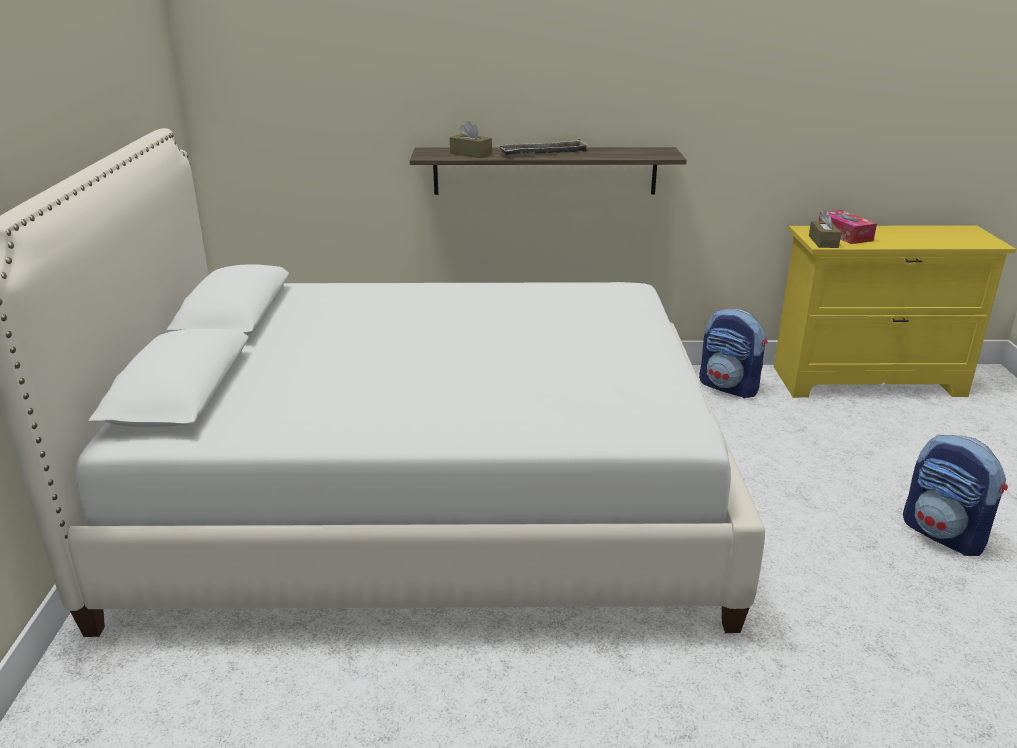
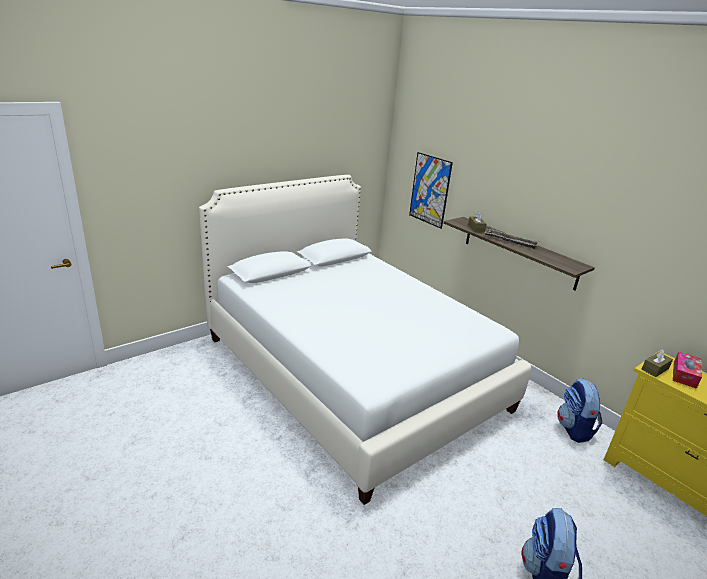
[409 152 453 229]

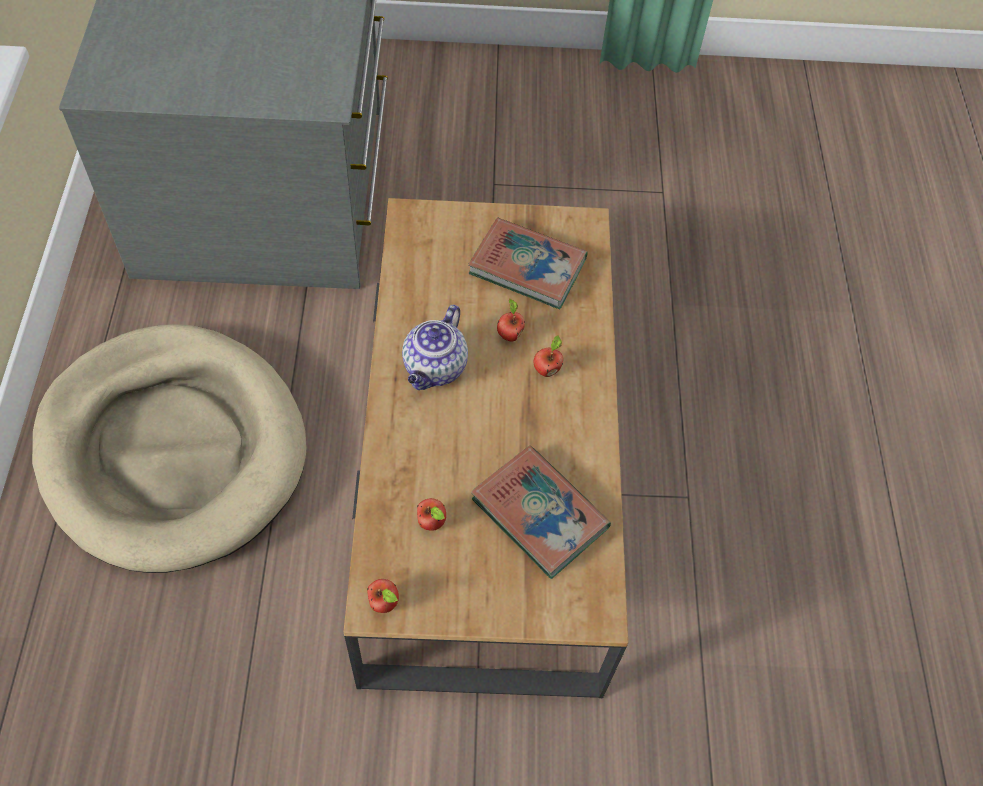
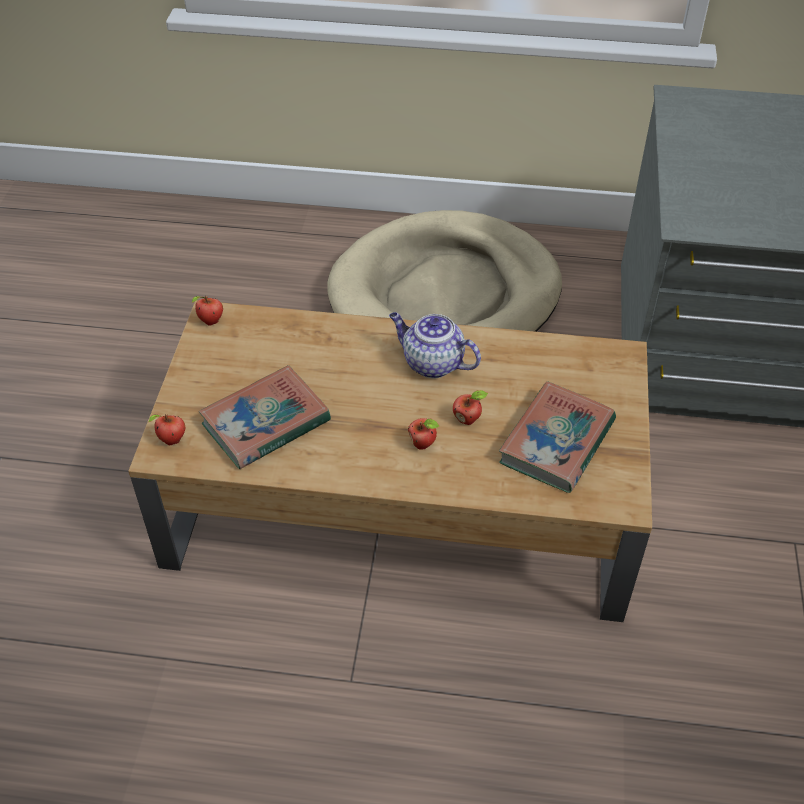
[149 414 185 445]

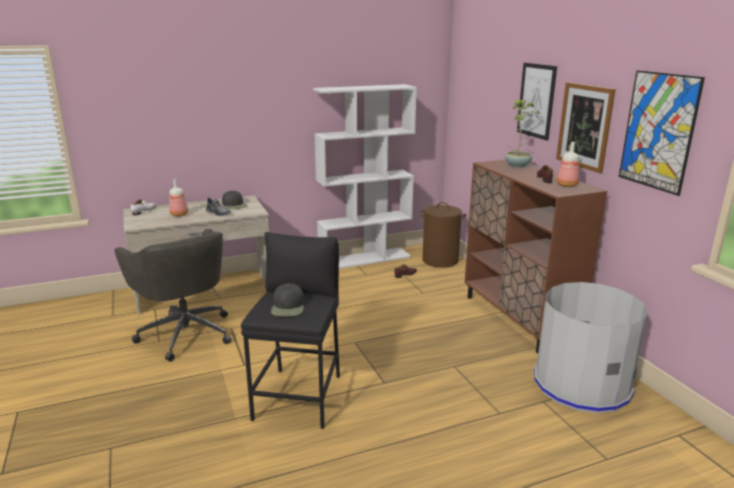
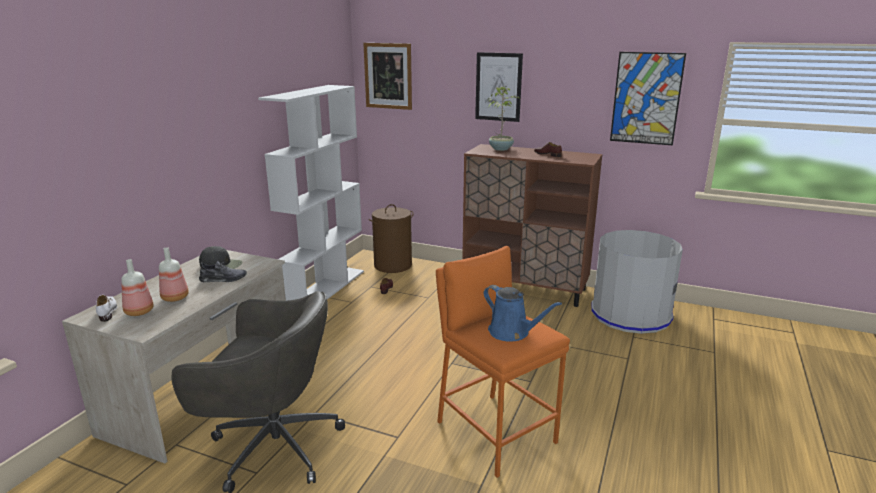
[436 246 570 478]
[483 285 562 342]
[363 43 412 110]
[121 259 154 316]

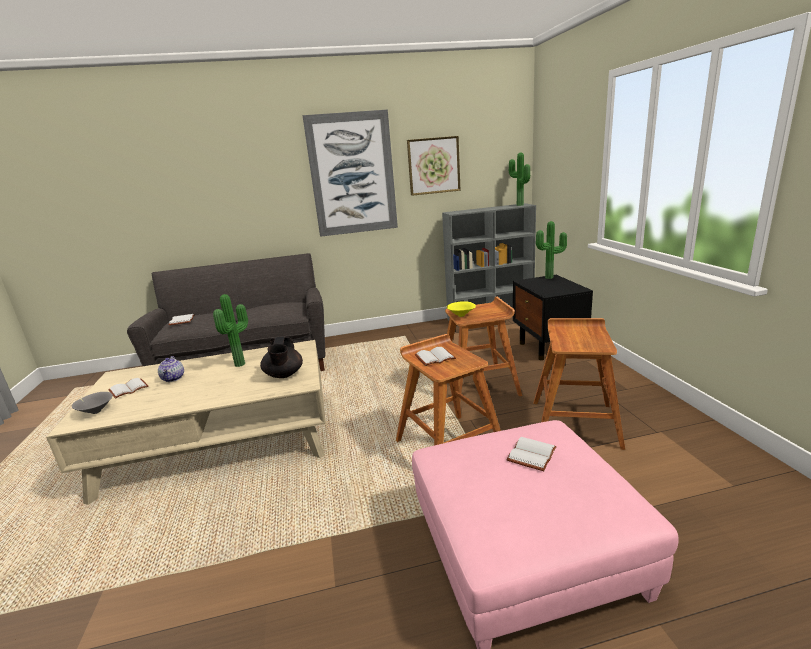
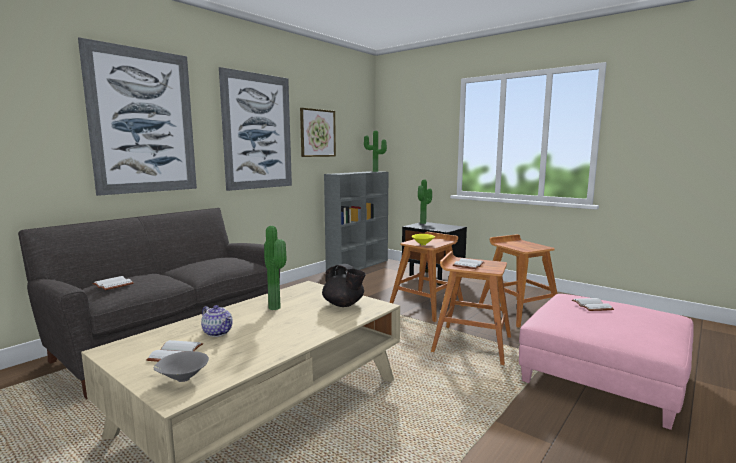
[78 37 197 196]

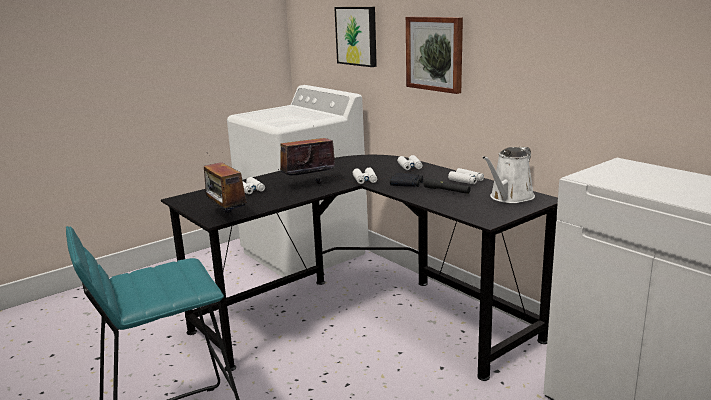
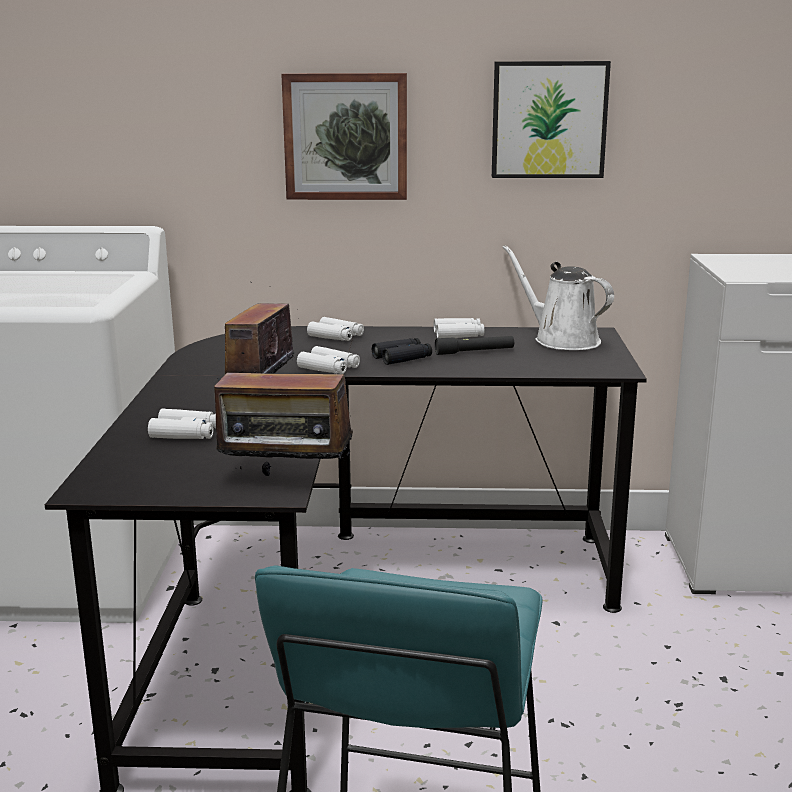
[492 61 611 178]
[502 245 614 350]

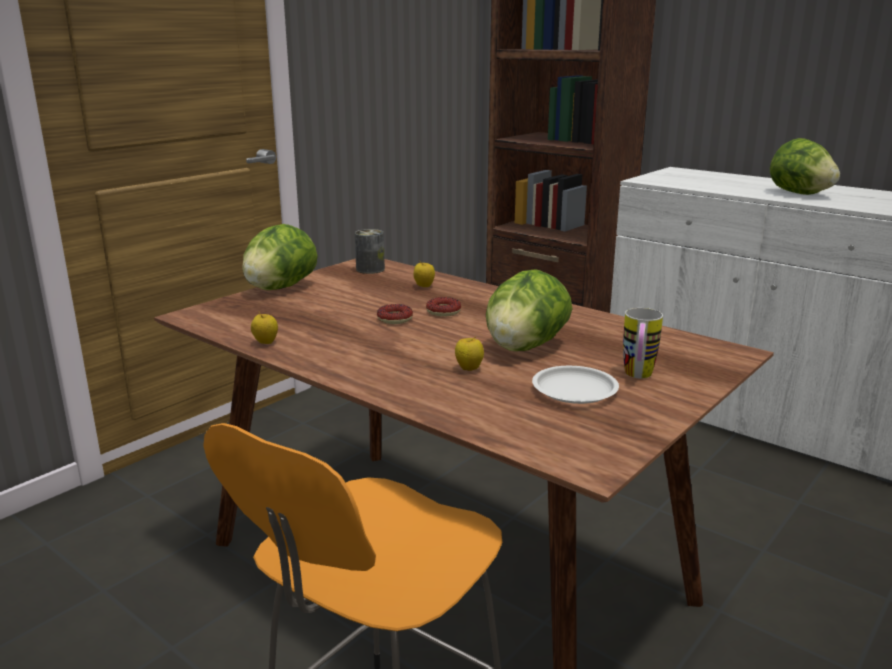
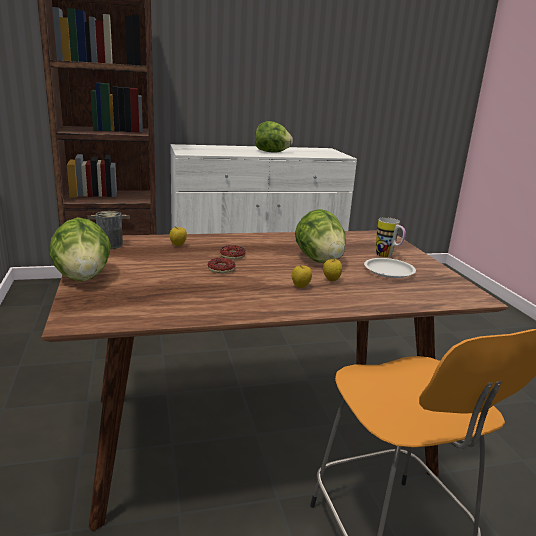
[292 265 312 288]

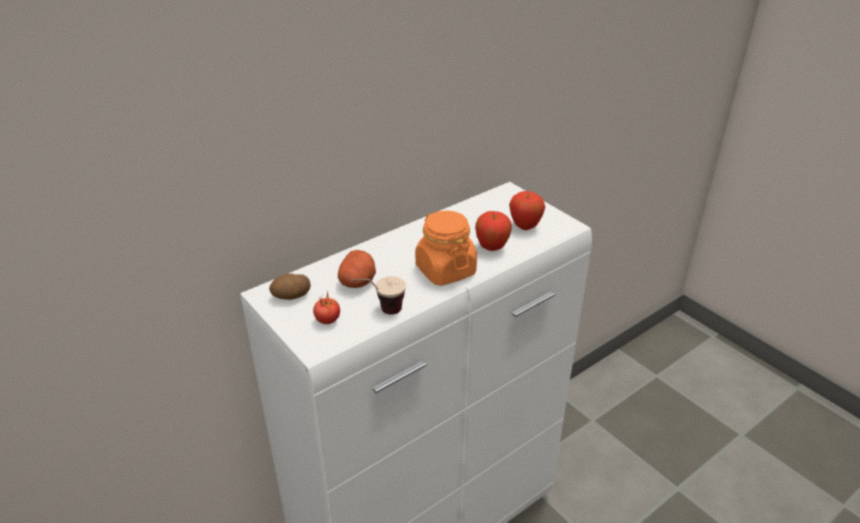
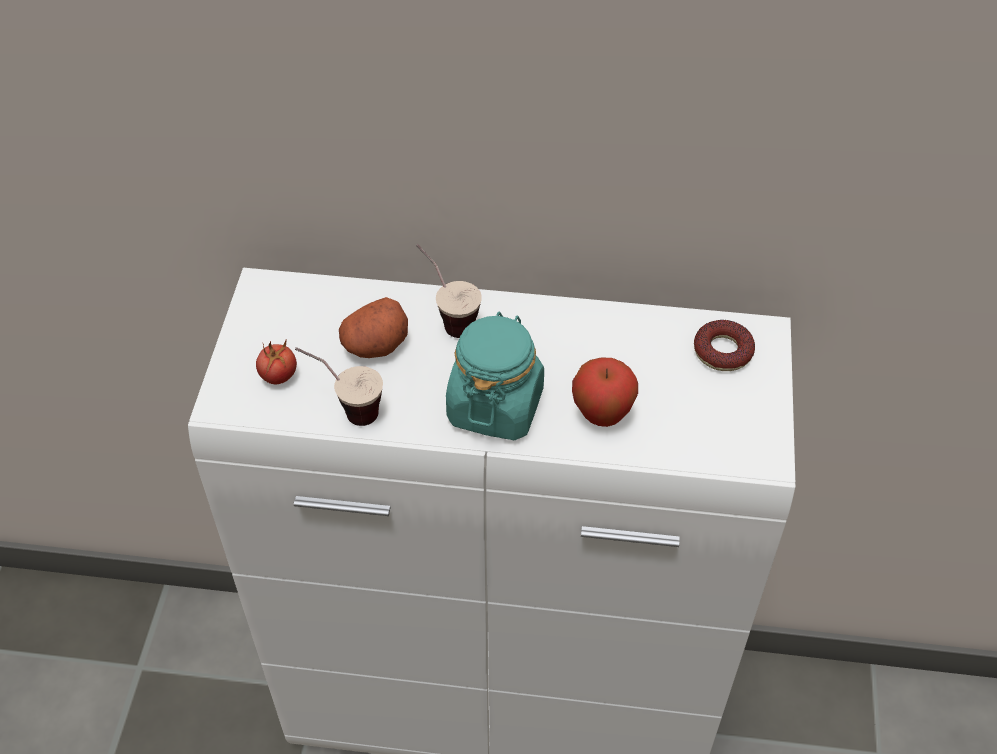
[269 274 311 300] (first image)
[446 311 544 440]
[509 191 545 230] (first image)
[416 244 482 338]
[694 320 755 371]

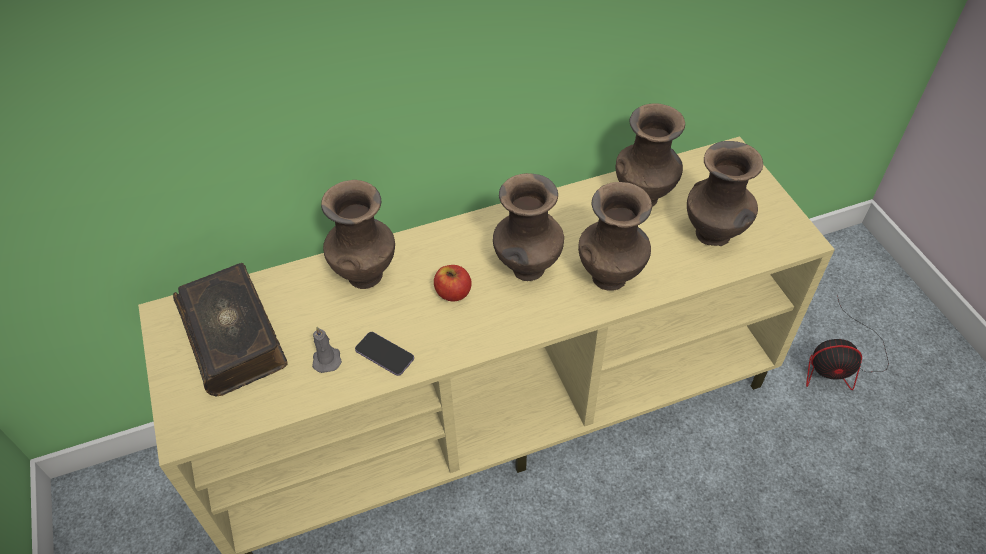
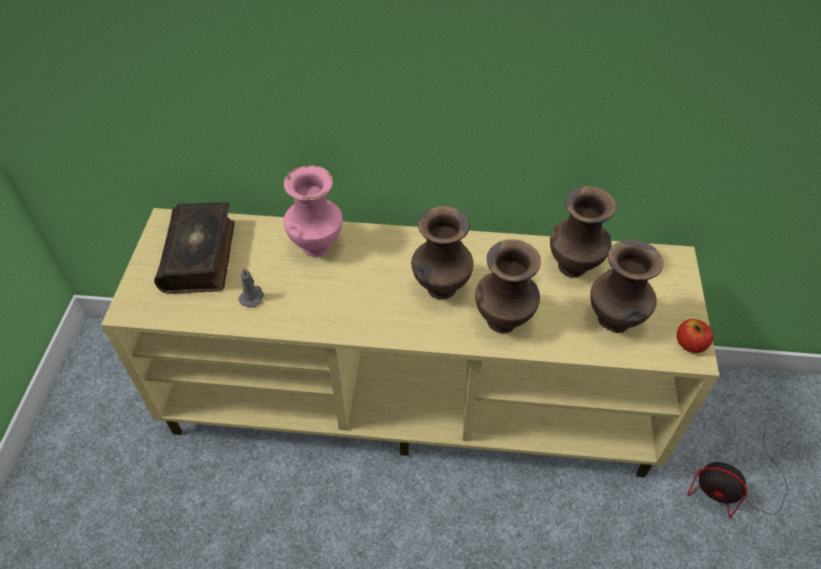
[283 165 343 257]
[355 332 414 376] (first image)
[677 319 713 353]

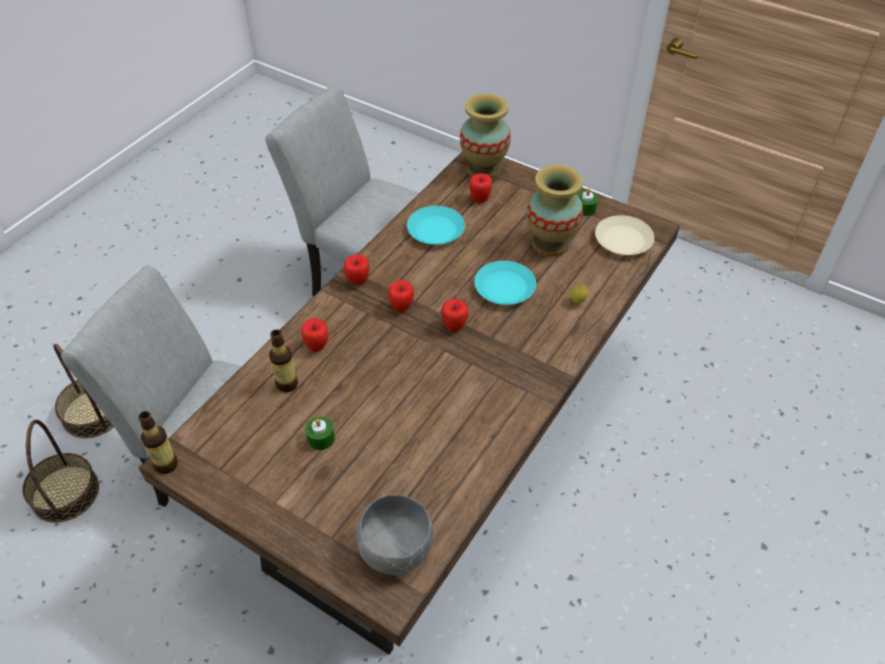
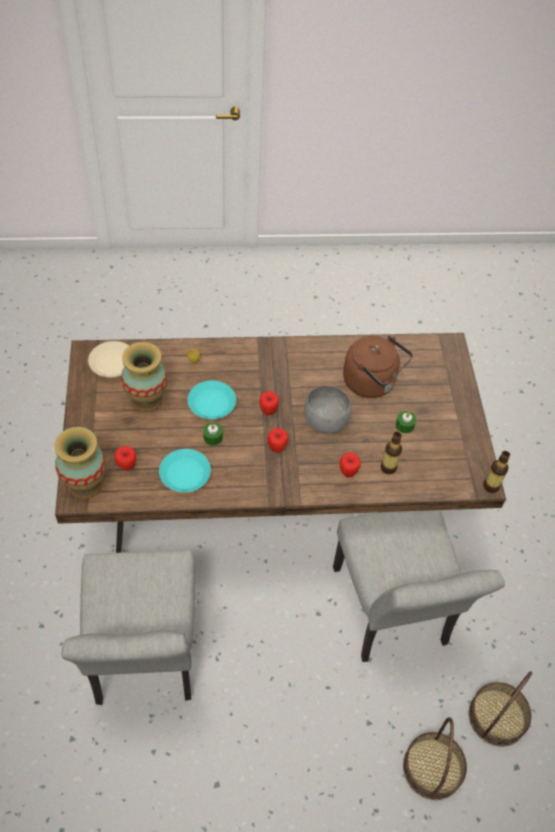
[344 254 369 285] (first image)
[304 385 352 433]
[203 422 223 445]
[343 336 413 398]

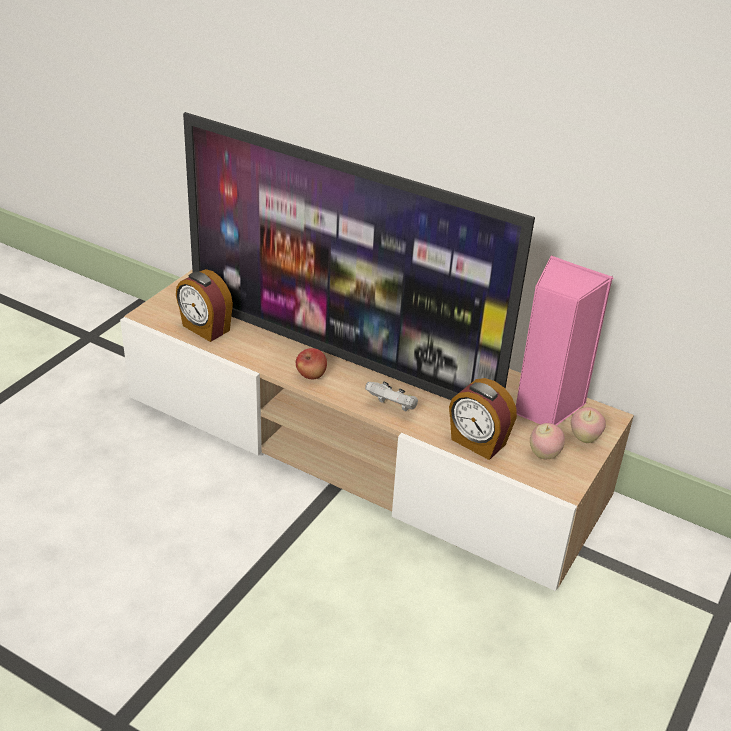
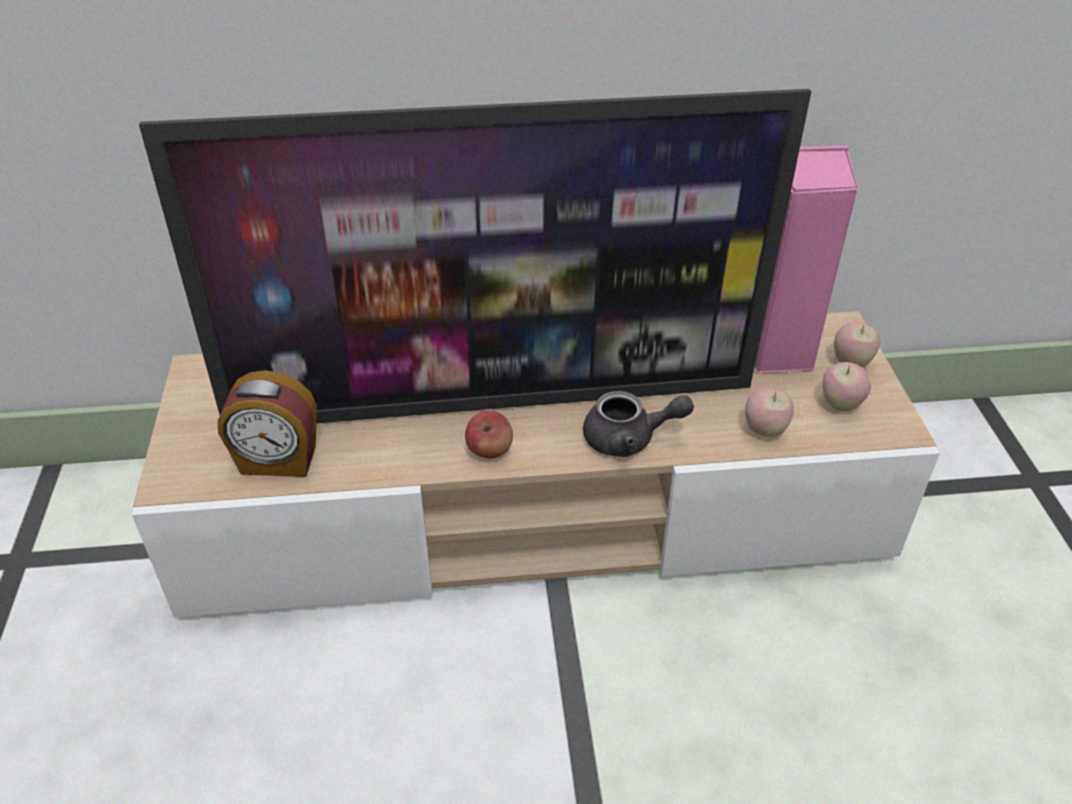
[583 391 694 457]
[745 387 794 437]

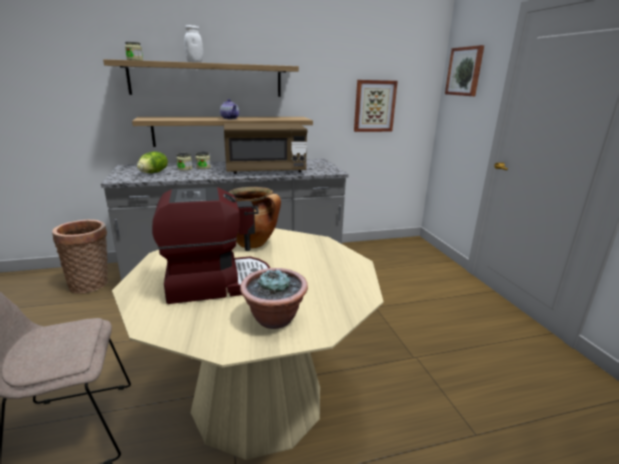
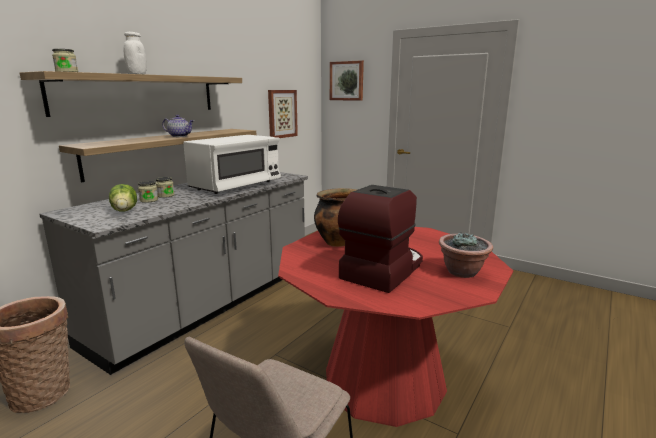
[278 227 513 427]
[183 135 281 194]

